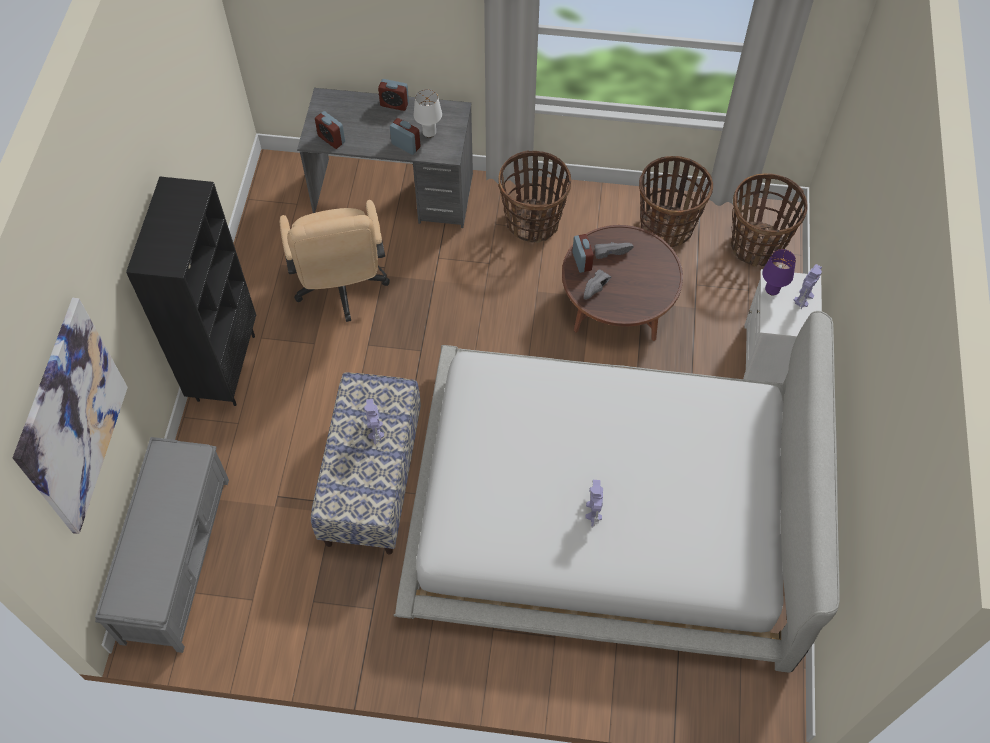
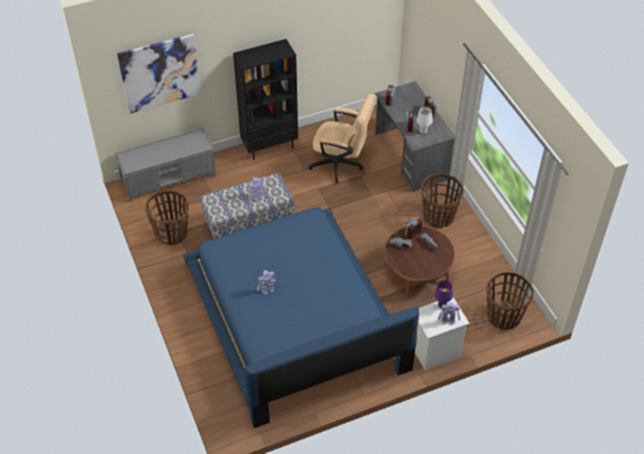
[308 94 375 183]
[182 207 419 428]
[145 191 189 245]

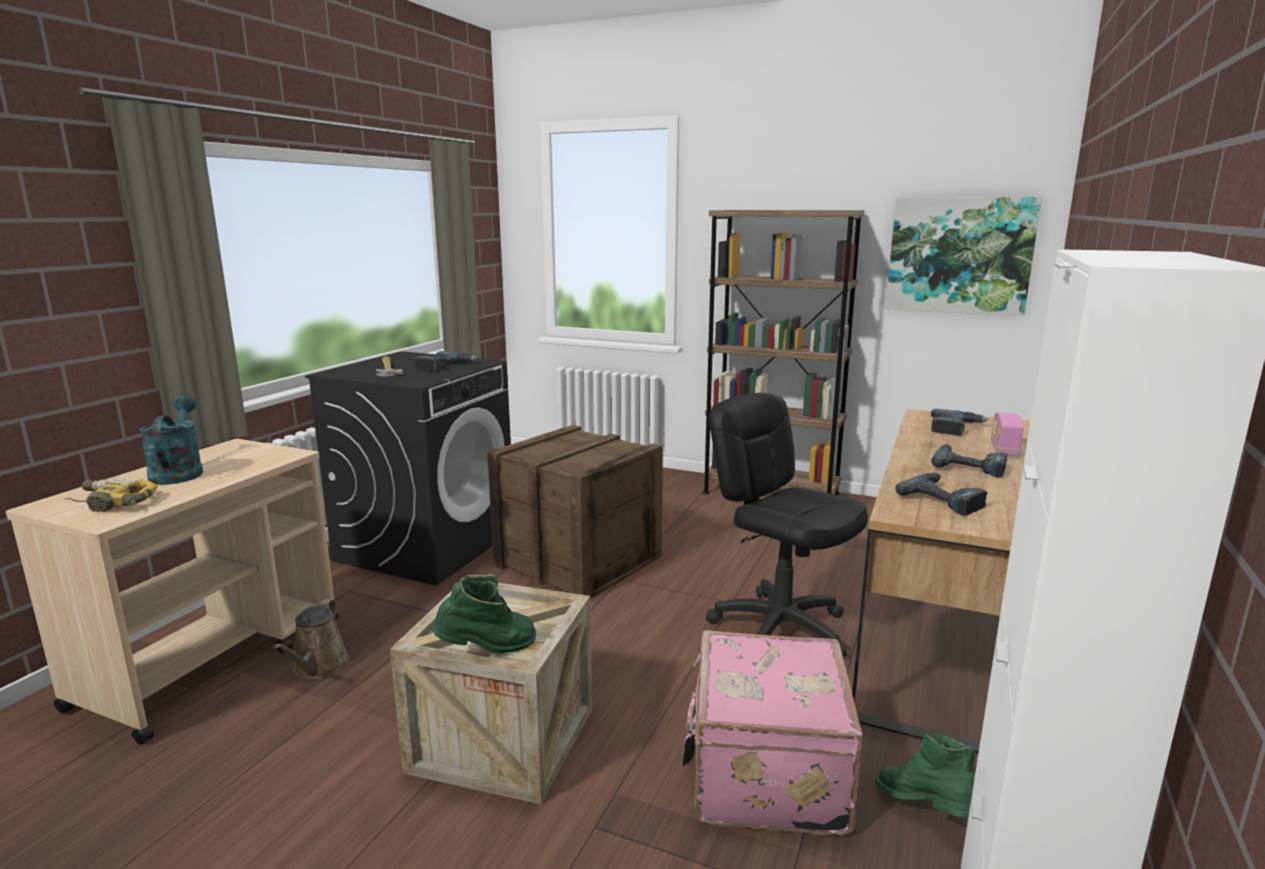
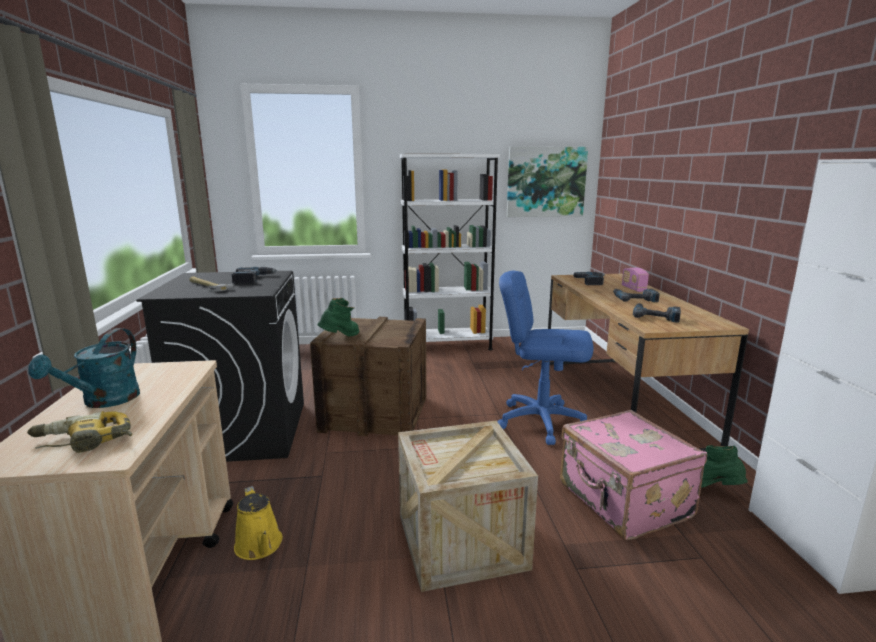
[28 328 140 408]
[234 486 283 560]
[317 298 359 336]
[400 153 500 350]
[497 271 593 445]

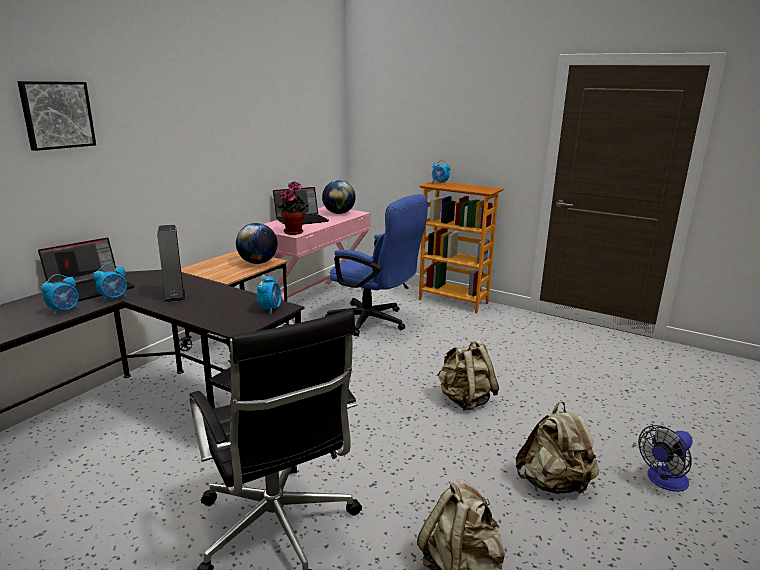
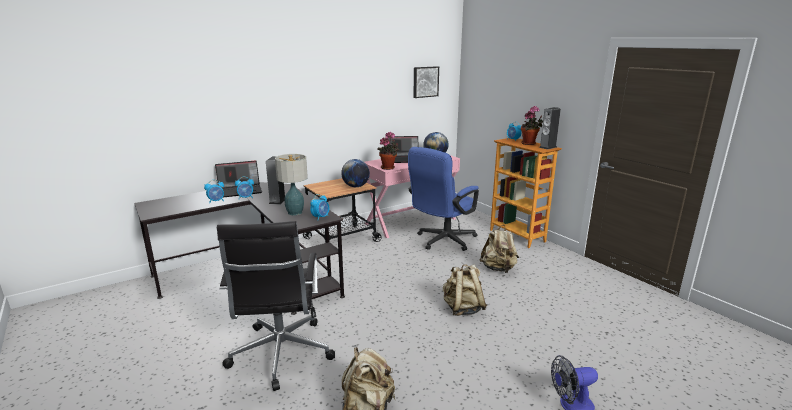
[413 66 439 98]
[408 147 479 251]
[479 225 519 273]
[275 154 308 216]
[521 106 543 145]
[539 107 561 150]

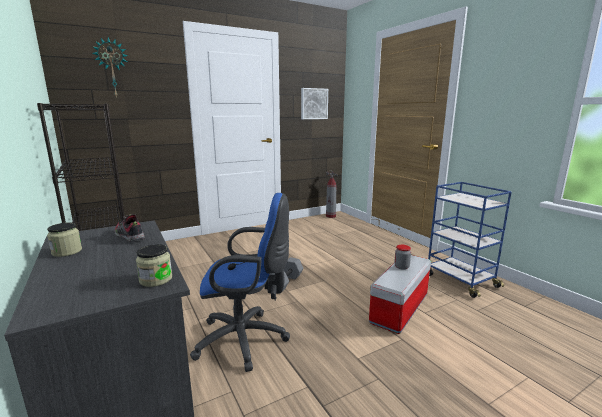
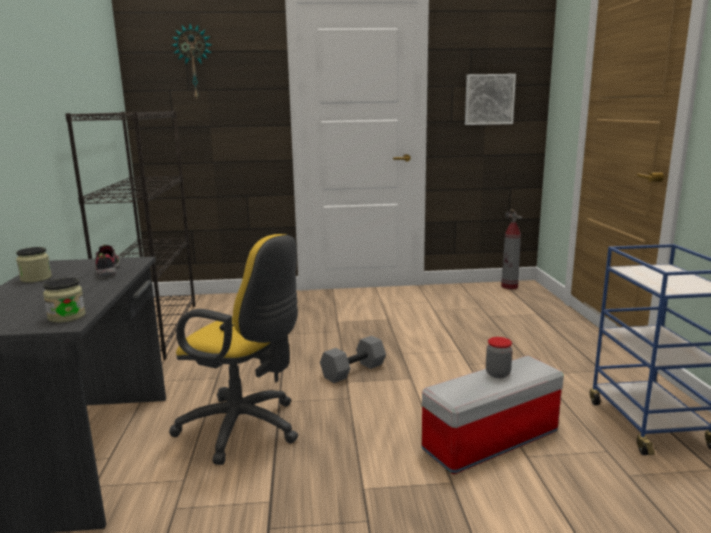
[169 234 298 465]

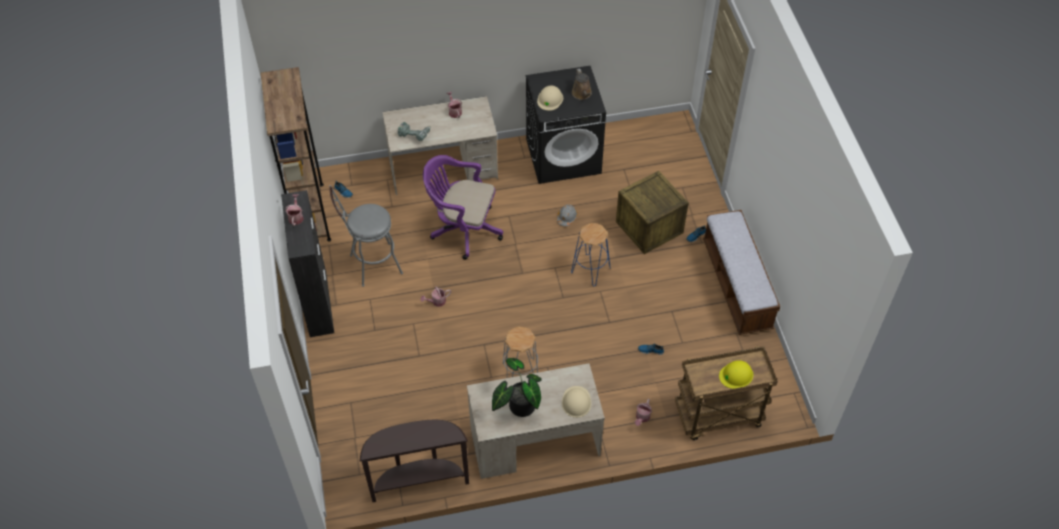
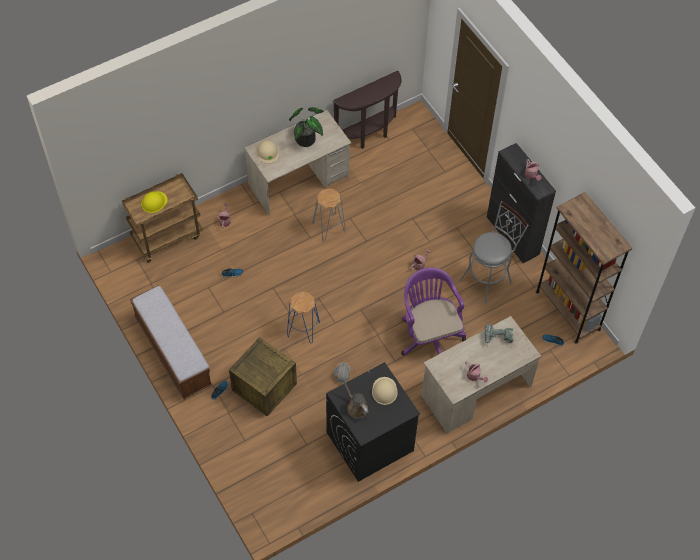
[401 267 466 355]

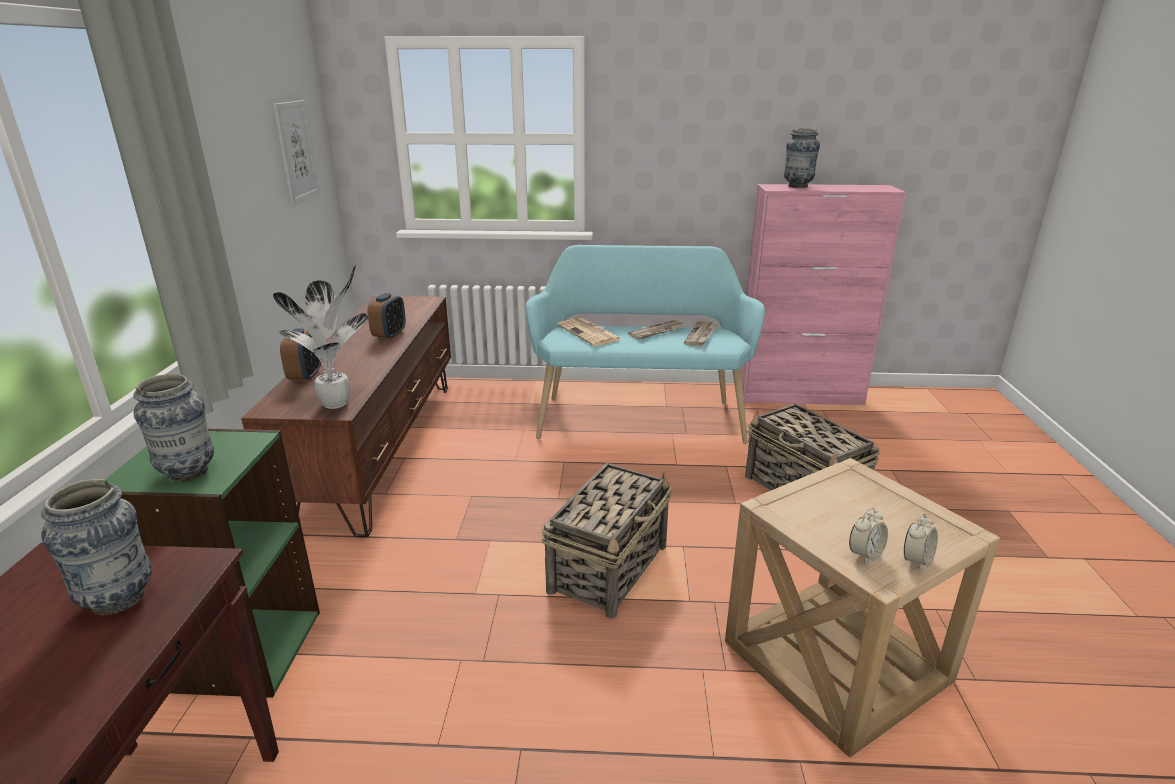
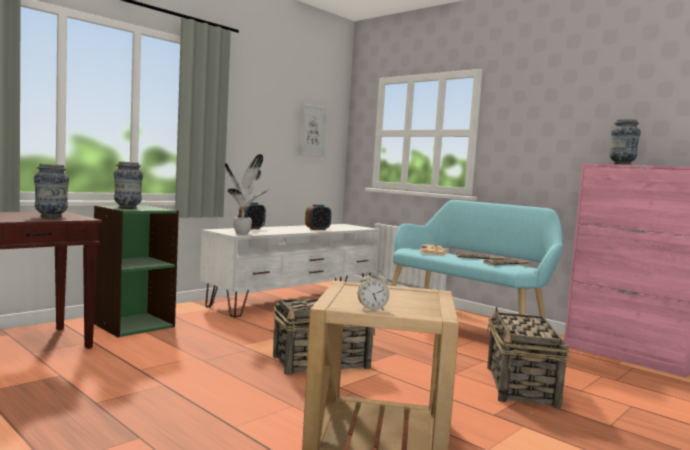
[200 224 380 317]
[849 508 888 563] (first image)

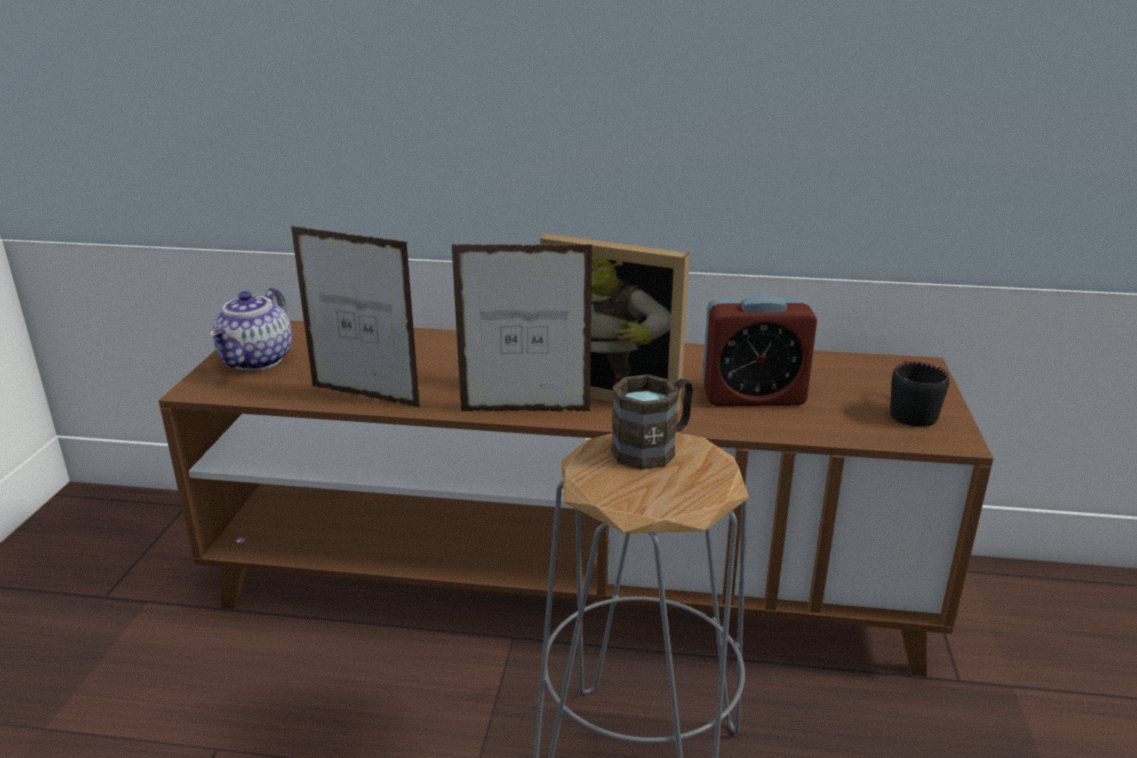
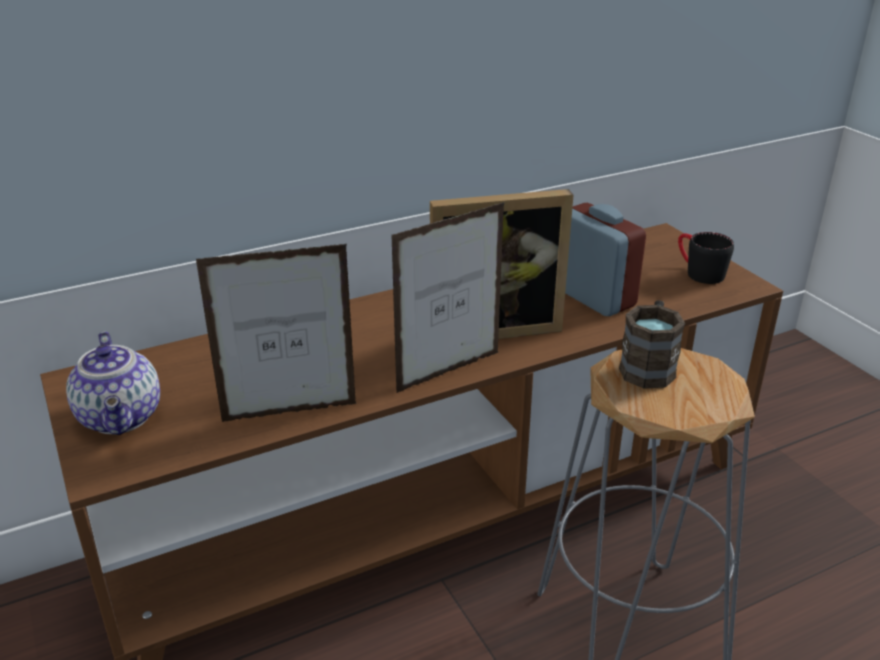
[565 203 646 316]

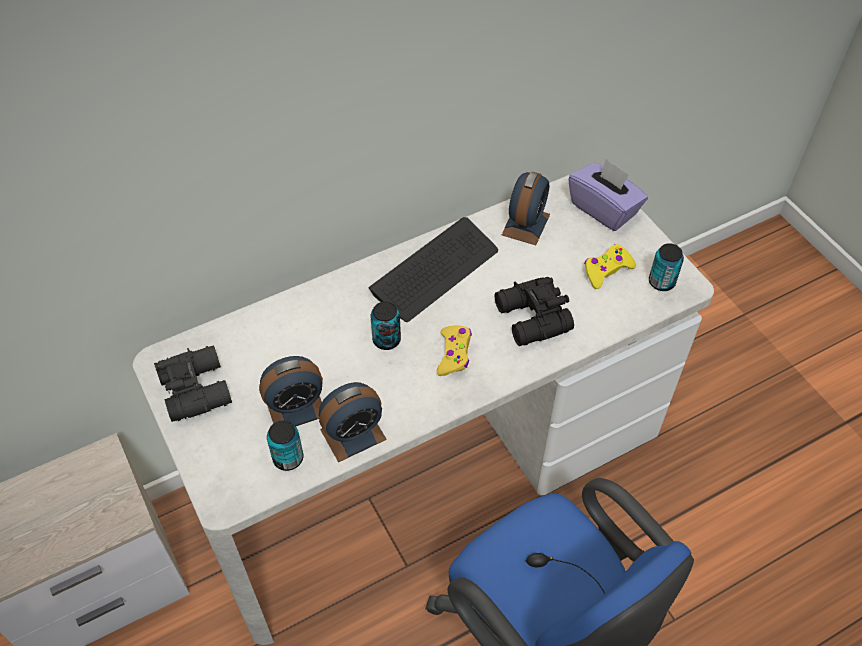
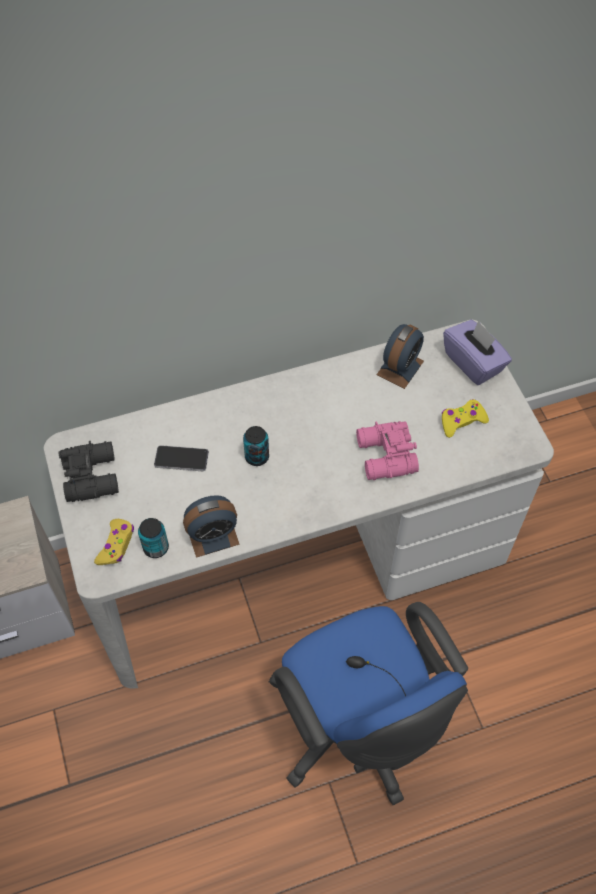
[259 356 323 427] (first image)
[369 217 498 322] (first image)
[94 519 134 565]
[356 421 419 480]
[649 243 684 291] (first image)
[154 445 209 471]

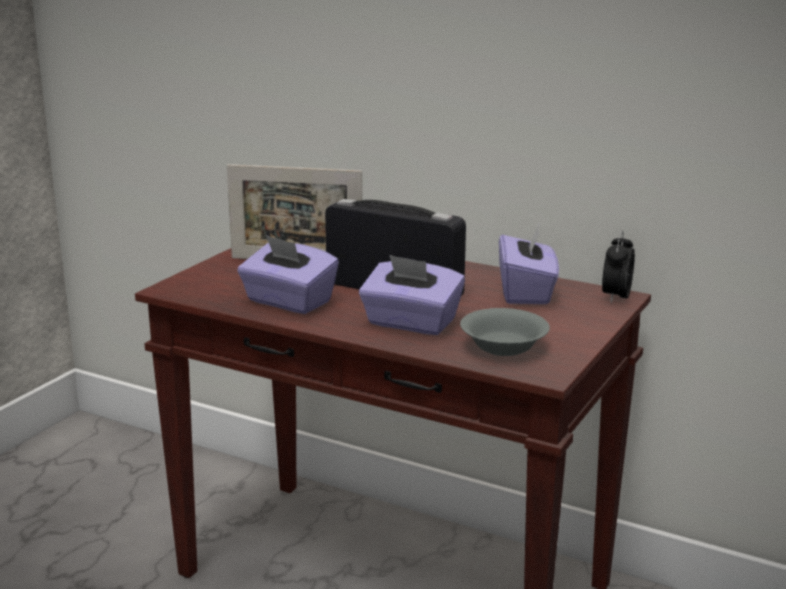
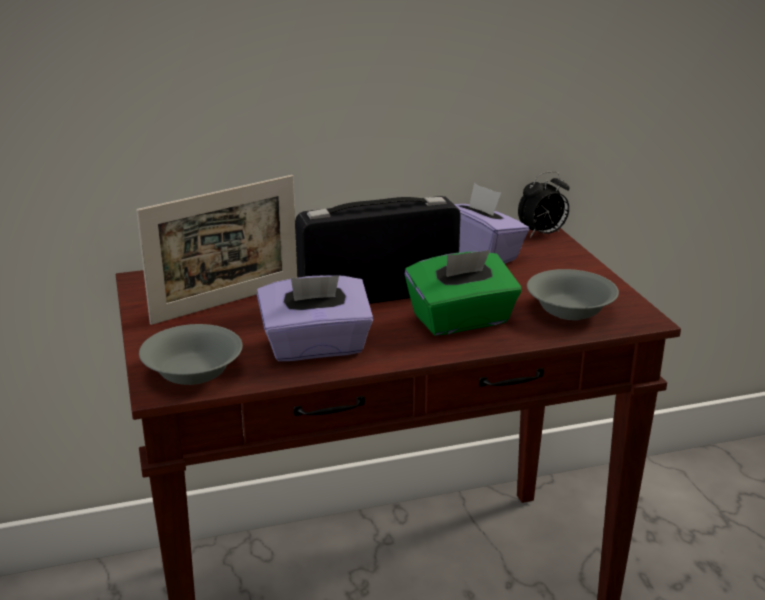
[405 250 521 336]
[518 171 569 238]
[139 324 243 385]

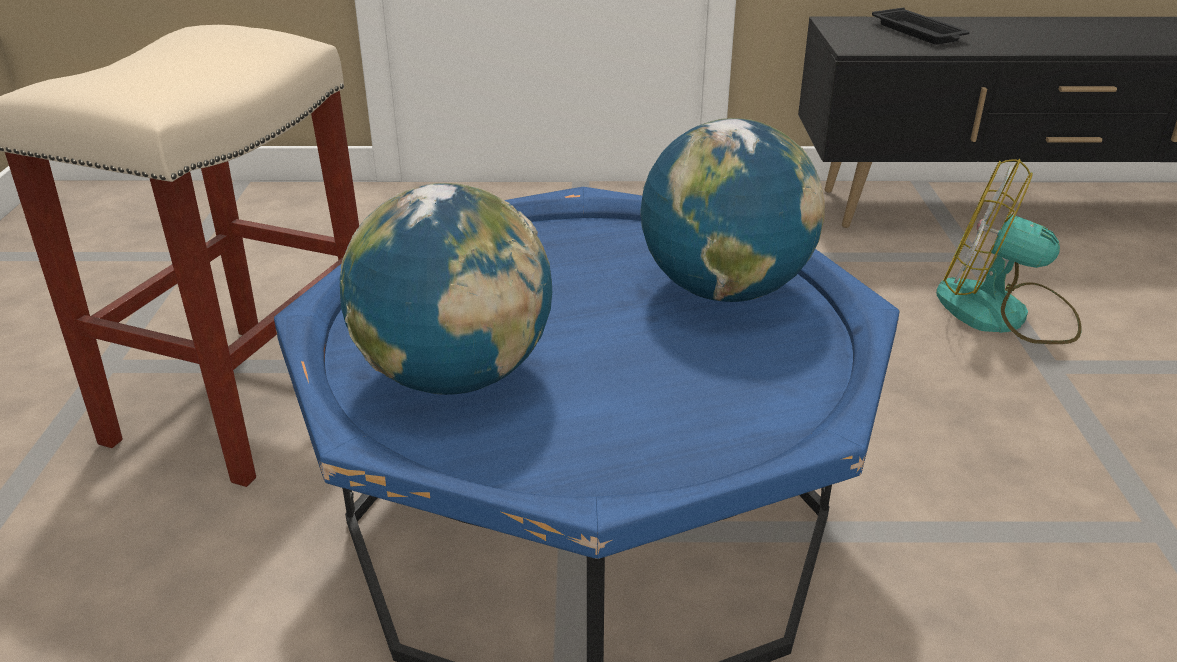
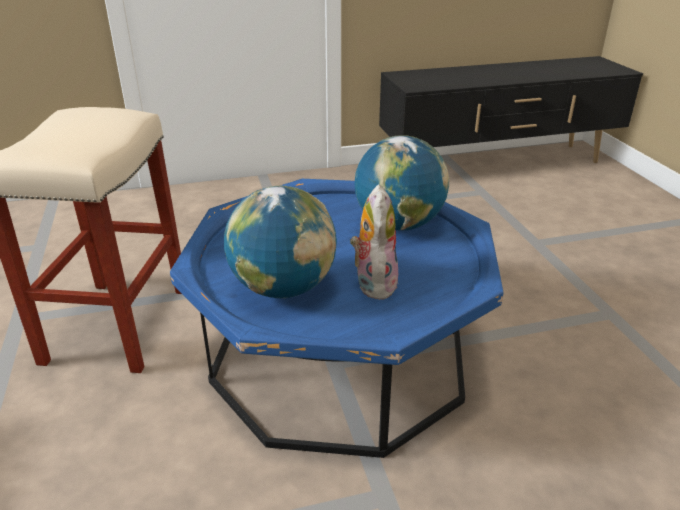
[872 8 970 44] (first image)
[936 159 1082 344] (first image)
[350 184 398 300]

